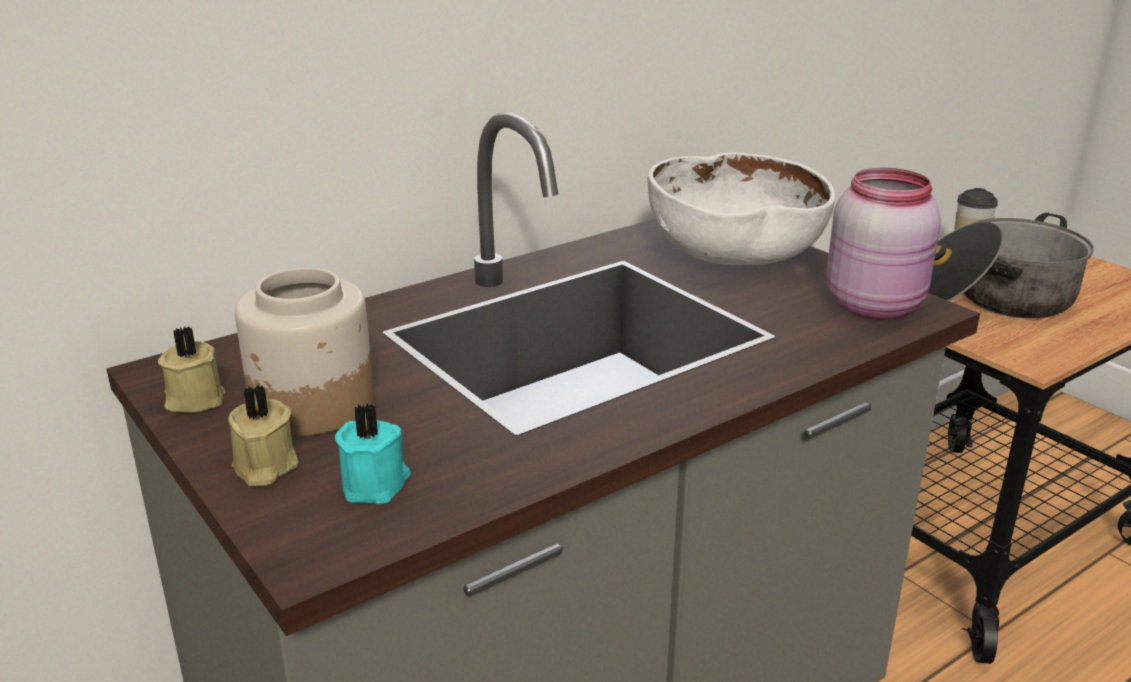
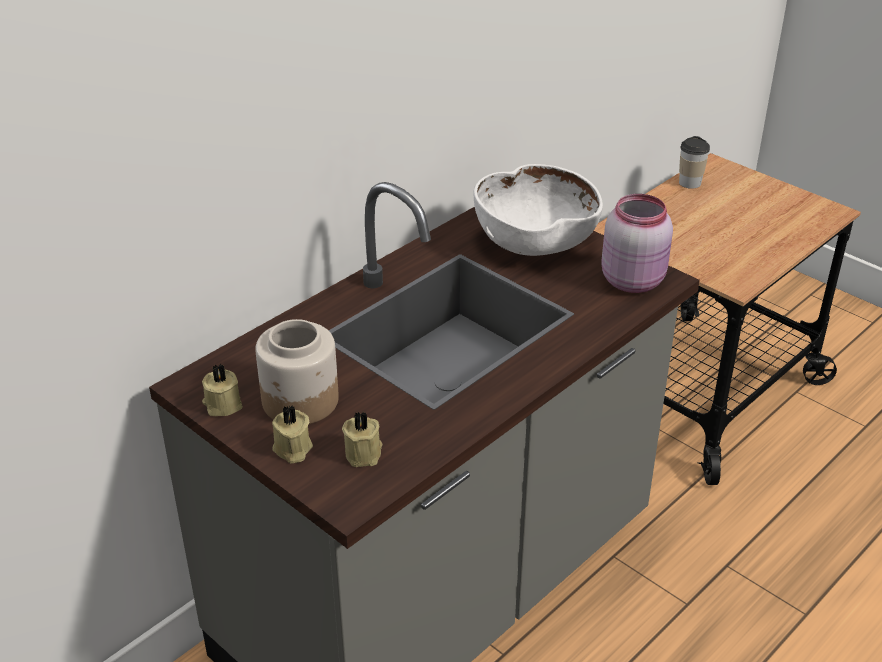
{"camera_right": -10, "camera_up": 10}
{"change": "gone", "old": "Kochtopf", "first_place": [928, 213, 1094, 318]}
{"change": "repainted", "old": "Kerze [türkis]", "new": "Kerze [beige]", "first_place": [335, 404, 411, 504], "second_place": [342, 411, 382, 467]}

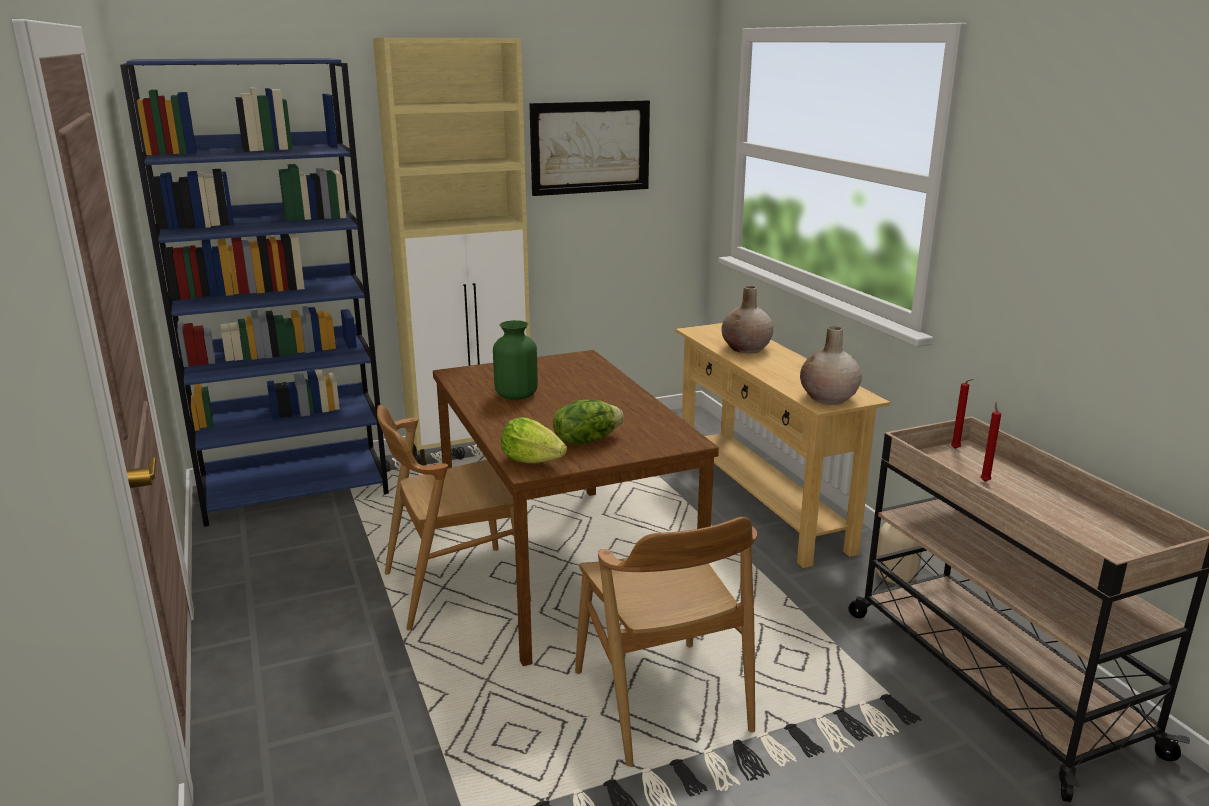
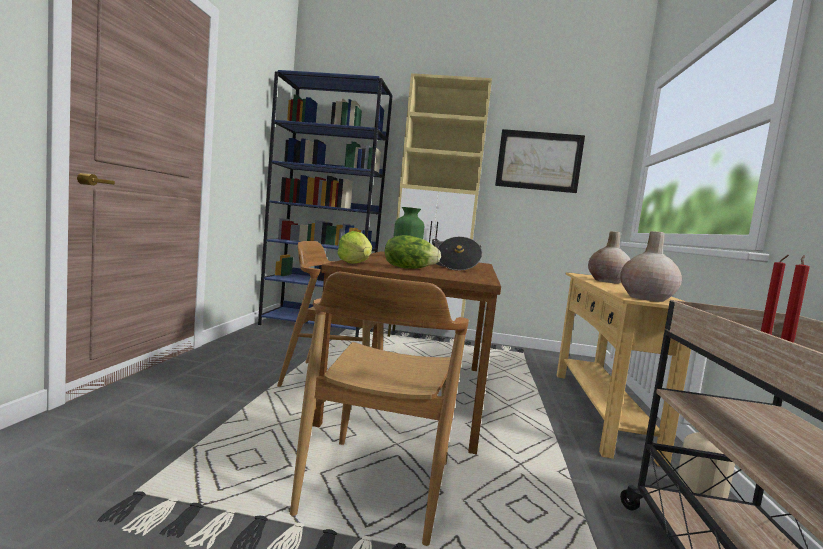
{"camera_right": 30, "camera_up": -15}
{"change": "new", "new": "Kochtopf", "second_place": [432, 237, 482, 271]}

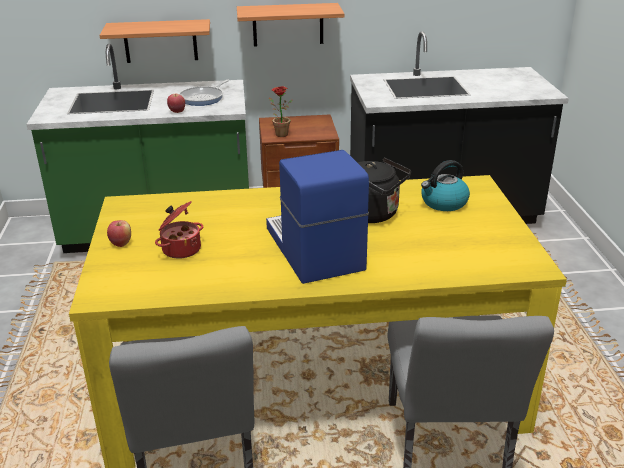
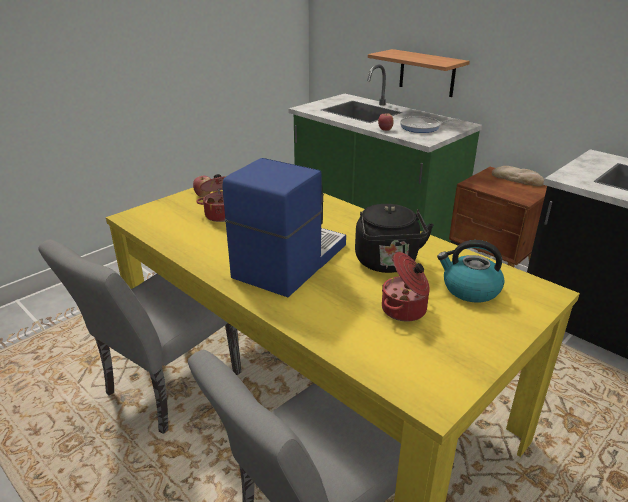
{"camera_right": 50, "camera_up": 0}
{"change": "gone", "old": "Wandregal", "first_place": [237, 3, 345, 47]}
{"change": "gone", "old": "Topfpflanze", "first_place": [269, 86, 293, 137]}
{"change": "new", "new": "Brot", "second_place": [492, 166, 544, 186]}
{"change": "new", "new": "Kochtopf", "second_place": [382, 252, 430, 322]}

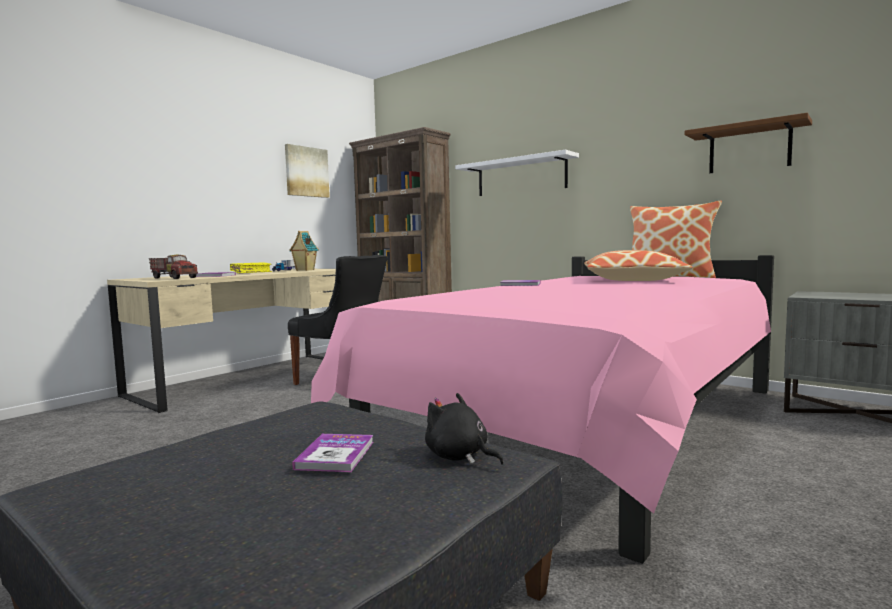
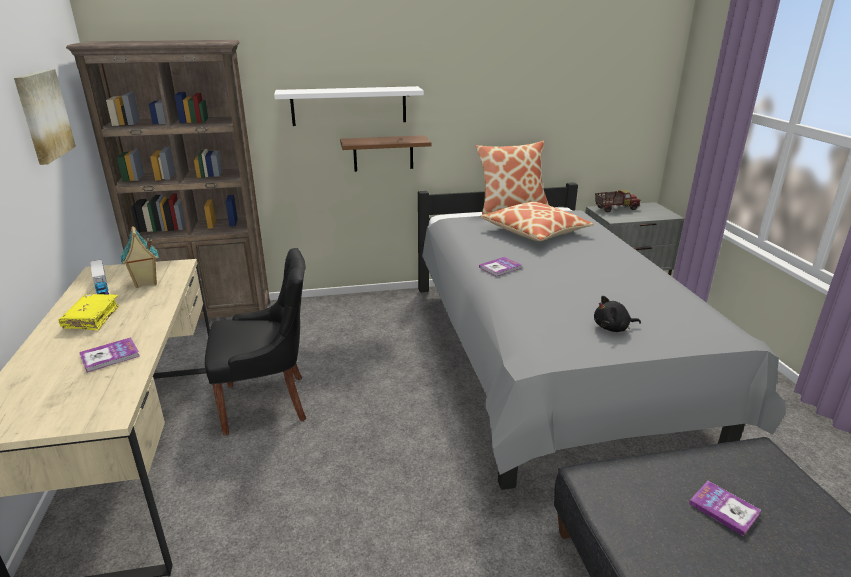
{"camera_right": -50, "camera_up": 20}
{"change": "shifted", "old": "Wandregal [braun]", "first_place": [685, 113, 812, 173], "second_place": [340, 135, 431, 172]}
{"change": "shifted", "old": "Spielzeuglaster", "first_place": [149, 254, 198, 279], "second_place": [595, 190, 640, 212]}
{"change": "repainted", "old": "Bett [rosa]", "new": "Bett [grau]", "first_place": [311, 255, 774, 564], "second_place": [418, 182, 786, 490]}
{"change": "shifted", "old": "Plüschtier [schwarz]", "first_place": [425, 393, 504, 465], "second_place": [594, 296, 641, 332]}

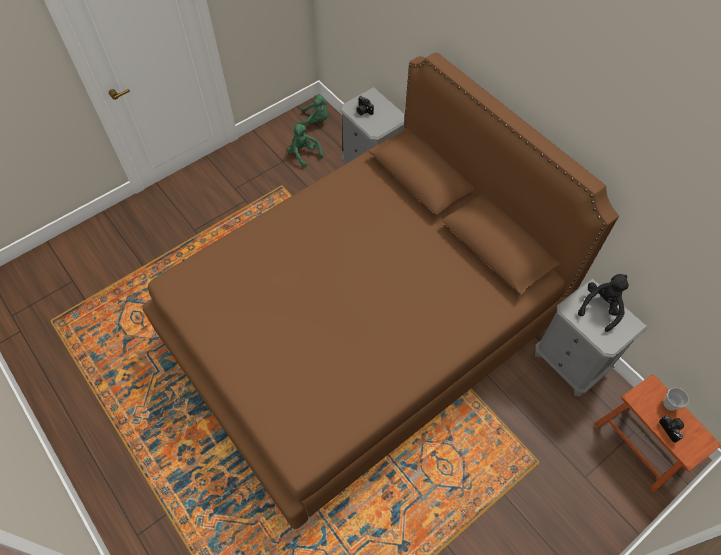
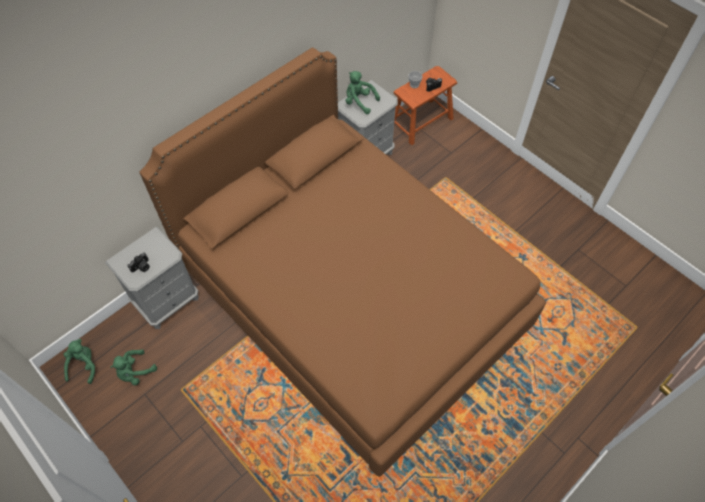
{"camera_right": -95, "camera_up": 0}
{"change": "repainted", "old": "Plüschtier [schwarz]", "new": "Plüschtier [grün]", "first_place": [578, 274, 629, 332], "second_place": [345, 71, 380, 114]}

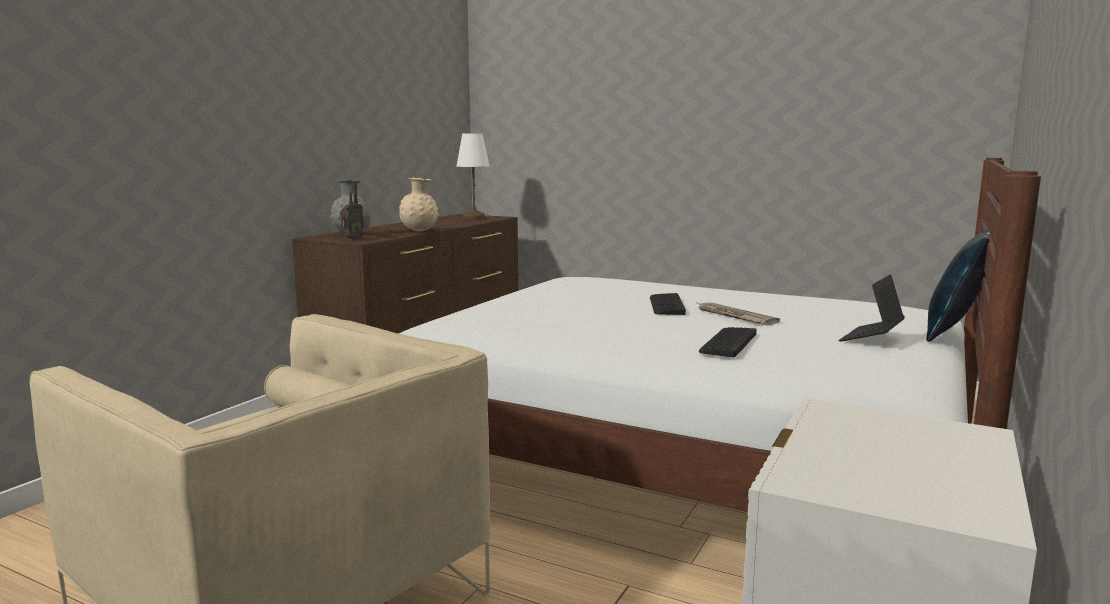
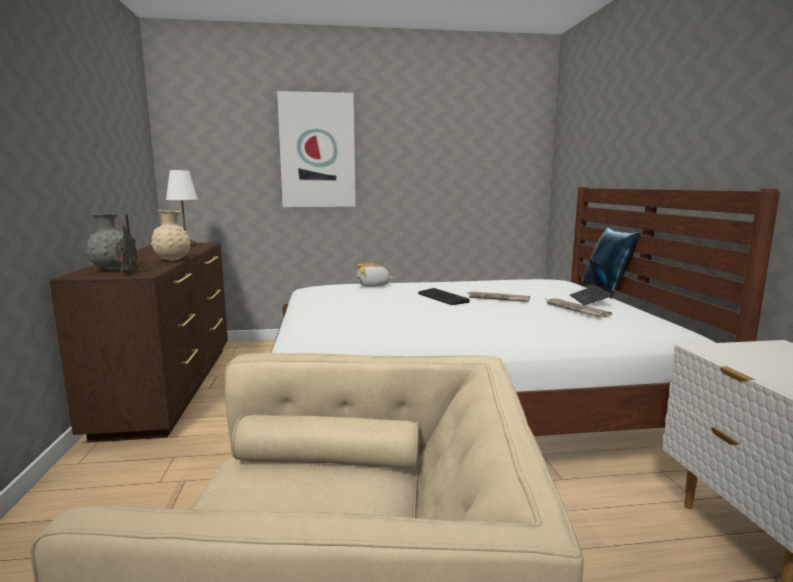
{"camera_right": -35, "camera_up": 0}
{"change": "gone", "old": "Tastatur", "first_place": [699, 327, 756, 357]}
{"change": "new", "new": "Bild", "second_place": [277, 91, 356, 207]}
{"change": "new", "new": "Plüschtier", "second_place": [357, 263, 394, 287]}
{"change": "new", "new": "Zeitung", "second_place": [546, 298, 612, 318]}

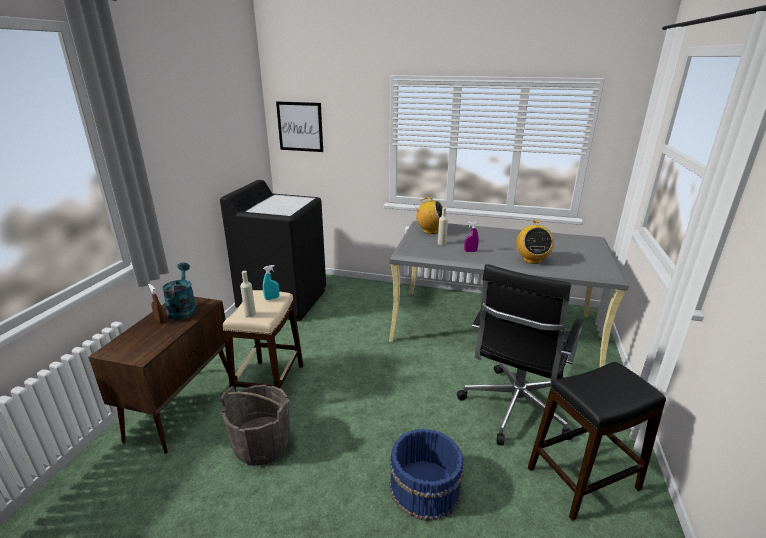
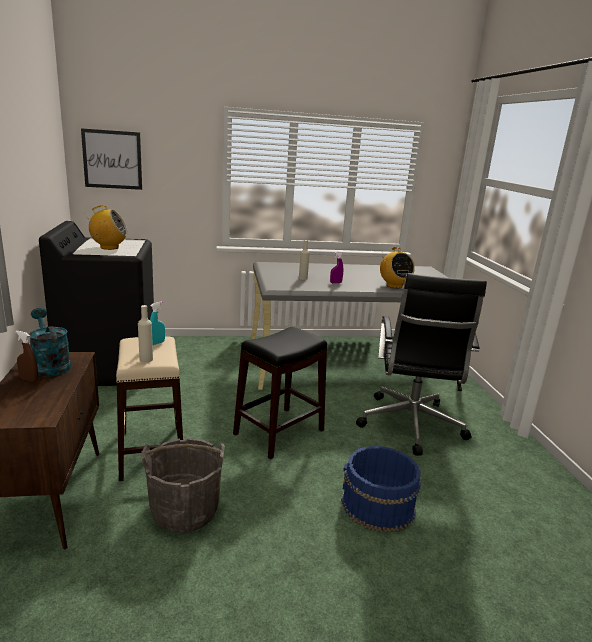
{"camera_right": -25, "camera_up": -5}
{"change": "shifted", "old": "Radio", "first_place": [415, 197, 443, 234], "second_place": [85, 205, 128, 250]}
{"change": "shifted", "old": "Hocker [schwarz]", "first_place": [528, 362, 666, 521], "second_place": [233, 327, 327, 459]}

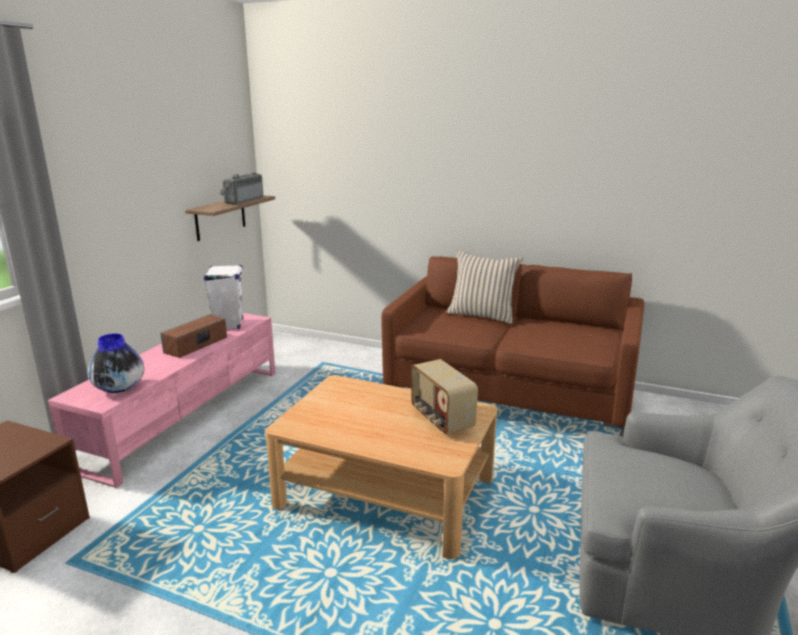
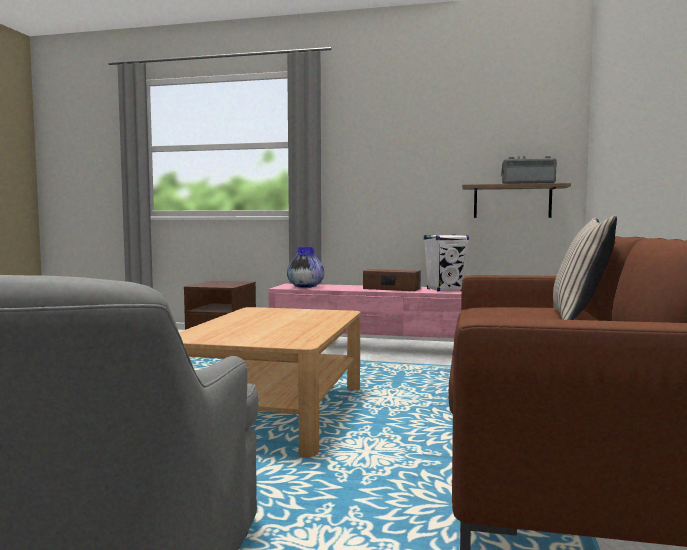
{"camera_right": 80, "camera_up": -15}
{"change": "gone", "old": "Radio", "first_place": [411, 359, 478, 434]}

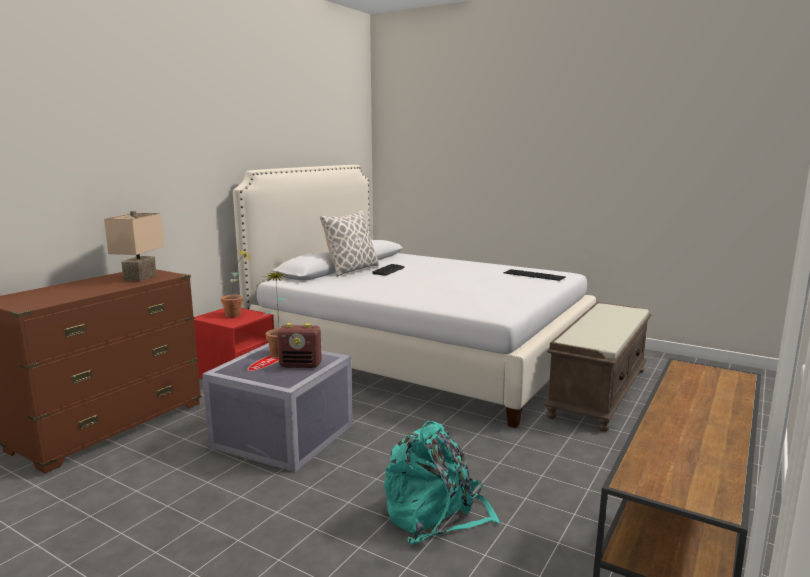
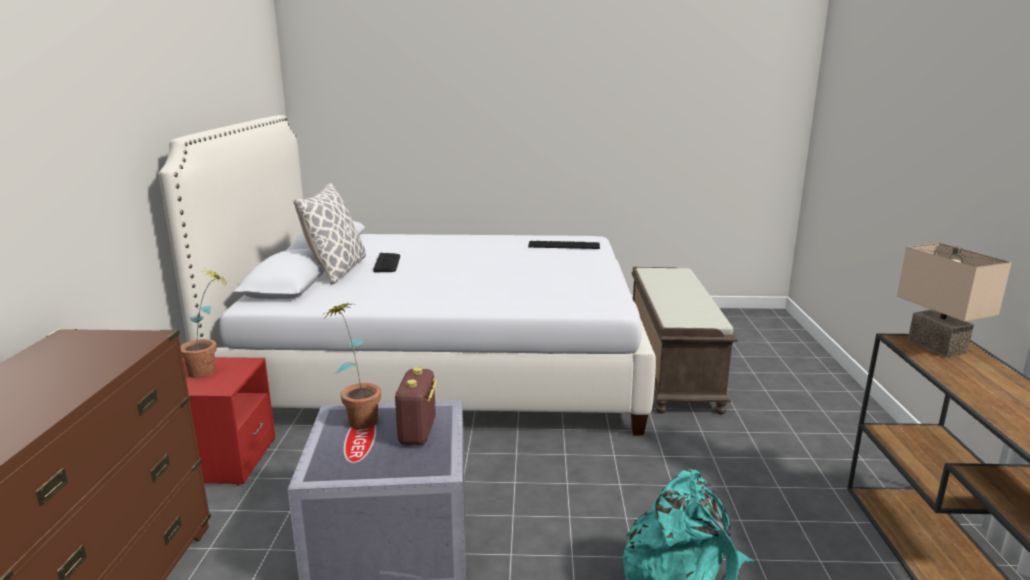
{"camera_right": -30, "camera_up": 5}
{"change": "shifted", "old": "Tischlampe [beige]", "first_place": [104, 211, 164, 282], "second_place": [897, 243, 1012, 357]}
{"change": "rotated", "old": "Radio", "first_place": [277, 323, 322, 368], "second_place": [395, 367, 437, 446], "degrees": 120}

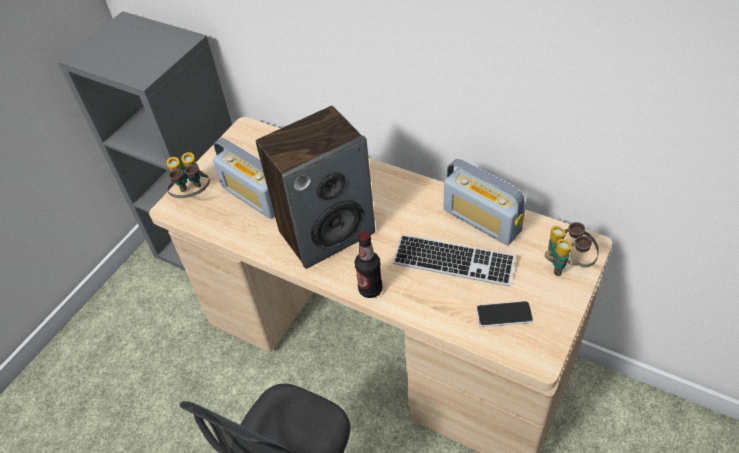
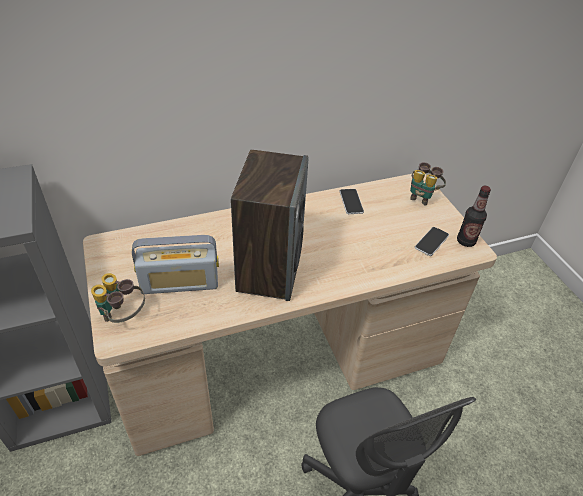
{"camera_right": -55, "camera_up": -5}
{"change": "swapped", "old": "Radio", "new": "Handy", "first_place": [444, 159, 526, 245], "second_place": [340, 189, 364, 214]}
{"change": "shifted", "old": "Flasche", "first_place": [355, 232, 383, 298], "second_place": [457, 186, 491, 247]}
{"change": "gone", "old": "Tastatur", "first_place": [393, 234, 516, 287]}

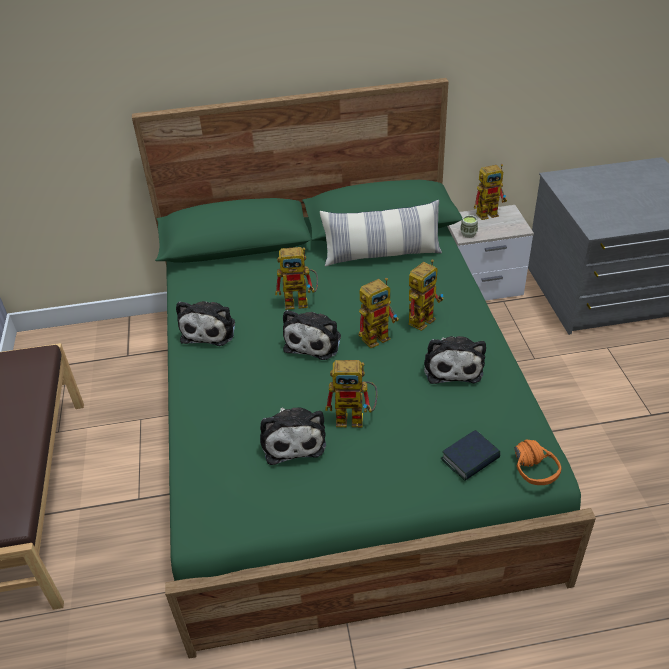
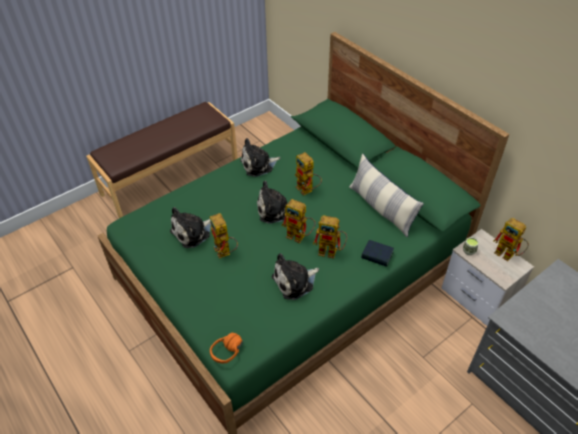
{"camera_right": 60, "camera_up": 5}
{"change": "shifted", "old": "Buch", "first_place": [441, 430, 500, 481], "second_place": [361, 240, 394, 267]}

